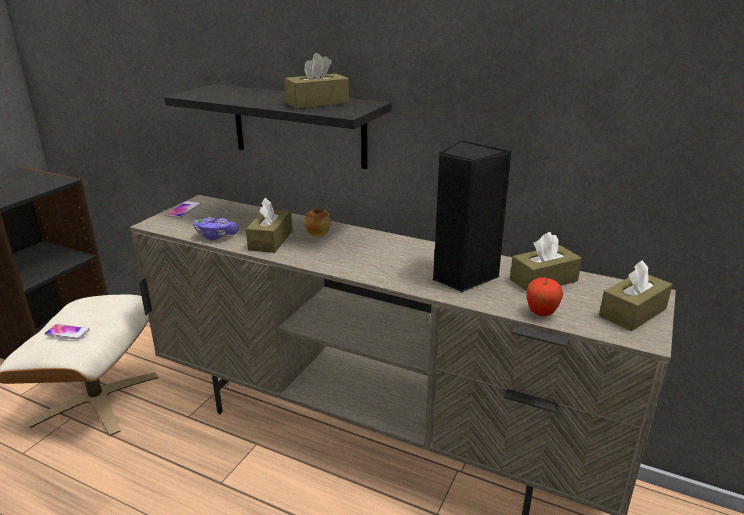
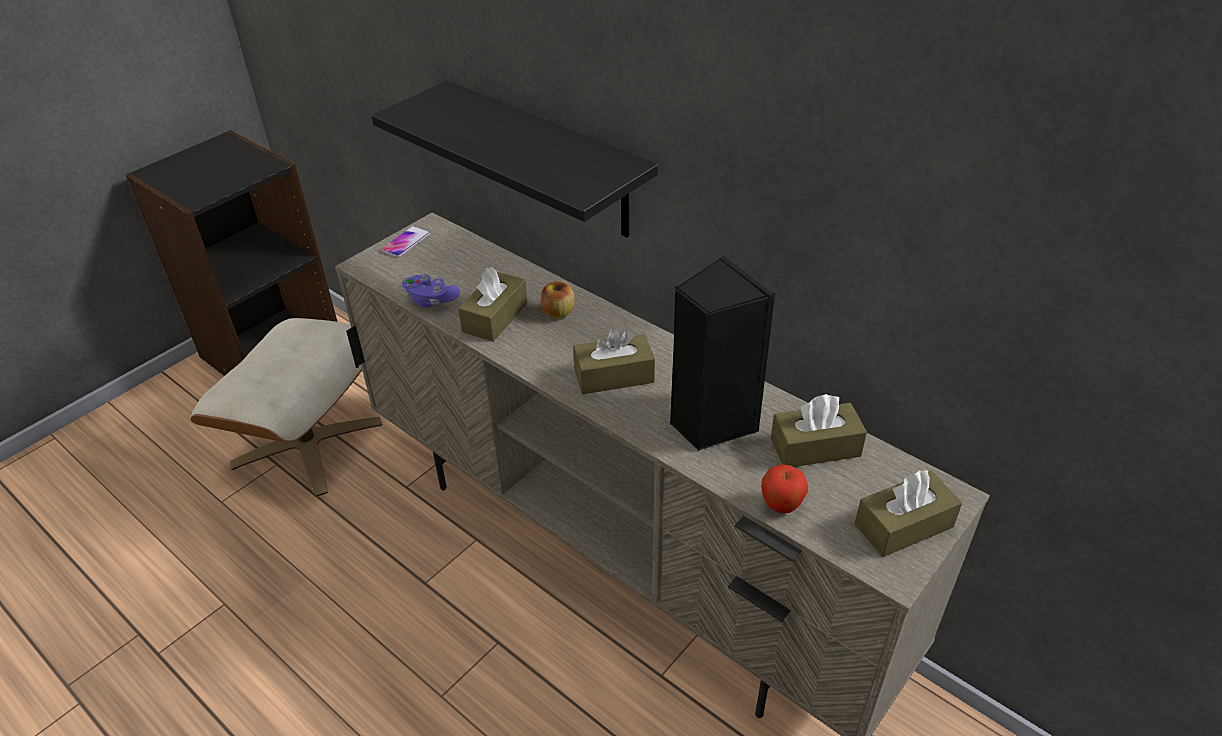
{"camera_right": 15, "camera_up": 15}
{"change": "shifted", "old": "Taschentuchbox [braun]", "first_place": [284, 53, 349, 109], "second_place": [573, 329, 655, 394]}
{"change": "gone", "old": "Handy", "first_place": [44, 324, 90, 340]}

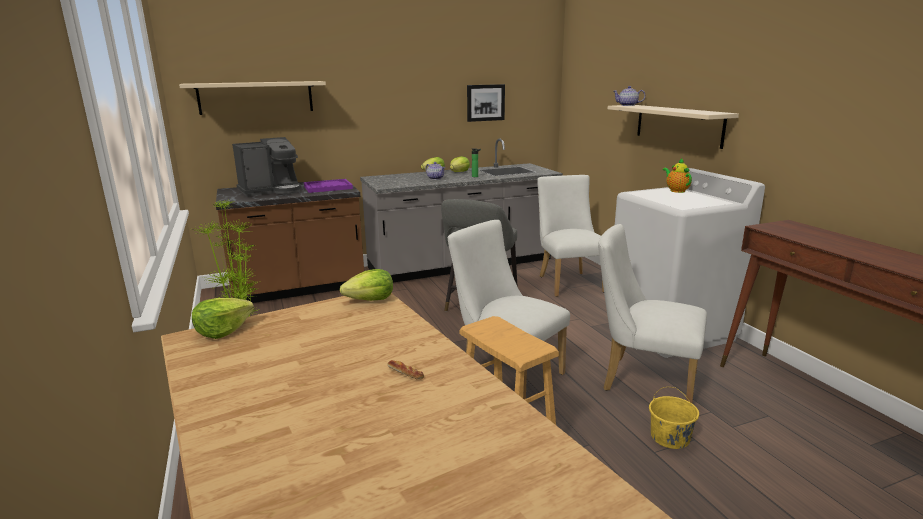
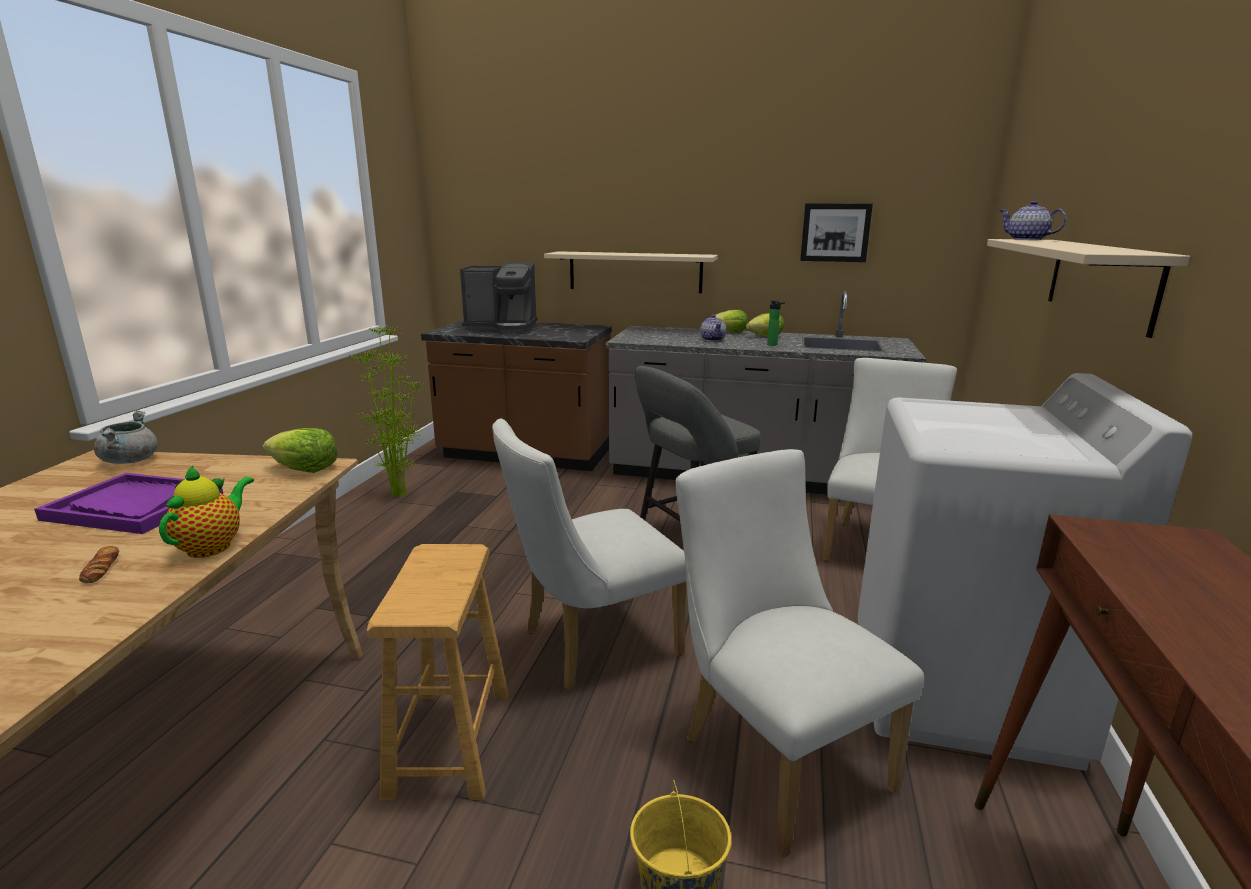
{"camera_right": 35, "camera_up": 0}
{"change": "shifted", "old": "Wandregal [beige]", "first_place": [179, 81, 326, 115], "second_place": [544, 251, 718, 293]}
{"change": "shifted", "old": "Teekanne", "first_place": [663, 158, 692, 193], "second_place": [159, 465, 254, 558]}
{"change": "shifted", "old": "Tablett [lila]", "first_place": [304, 179, 353, 193], "second_place": [34, 473, 223, 534]}
{"change": "rotated", "old": "Stuhl [weiß]", "first_place": [448, 220, 570, 399], "second_place": [492, 419, 686, 690], "degrees": -105}
{"change": "swapped", "old": "Salatkopf", "new": "Kochtopf [grau]", "first_place": [192, 298, 254, 339], "second_place": [94, 411, 158, 464]}

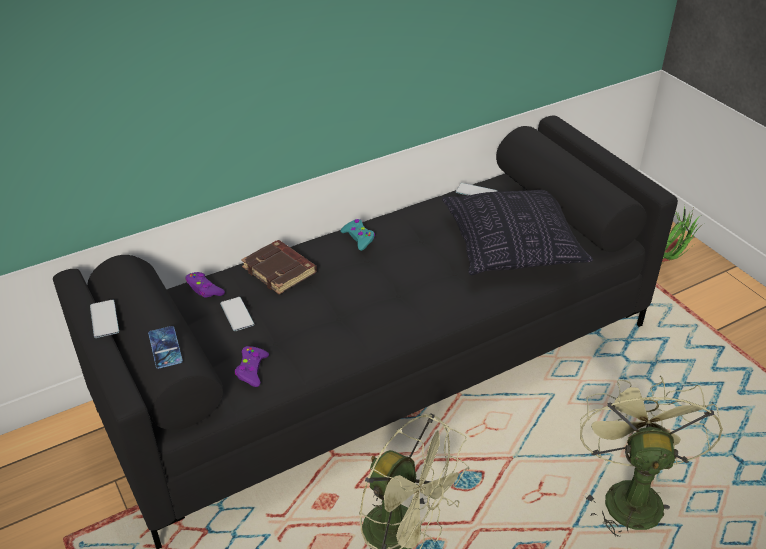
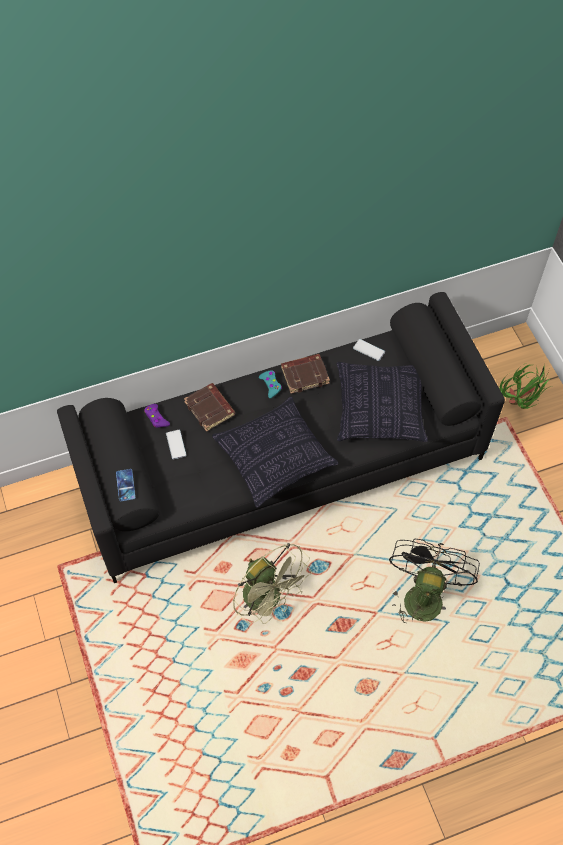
{"camera_right": 10, "camera_up": 20}
{"change": "gone", "old": "Handy", "first_place": [90, 300, 119, 338]}
{"change": "gone", "old": "Gamepad [lila]", "first_place": [235, 346, 269, 387]}
{"change": "repainted", "old": "Ventilator [grün]", "new": "Ventilator [schwarz]", "first_place": [580, 376, 723, 536], "second_place": [389, 539, 480, 623]}
{"change": "new", "new": "Buch [braun]", "second_place": [281, 354, 330, 394]}
{"change": "new", "new": "Kissen", "second_place": [212, 397, 339, 508]}

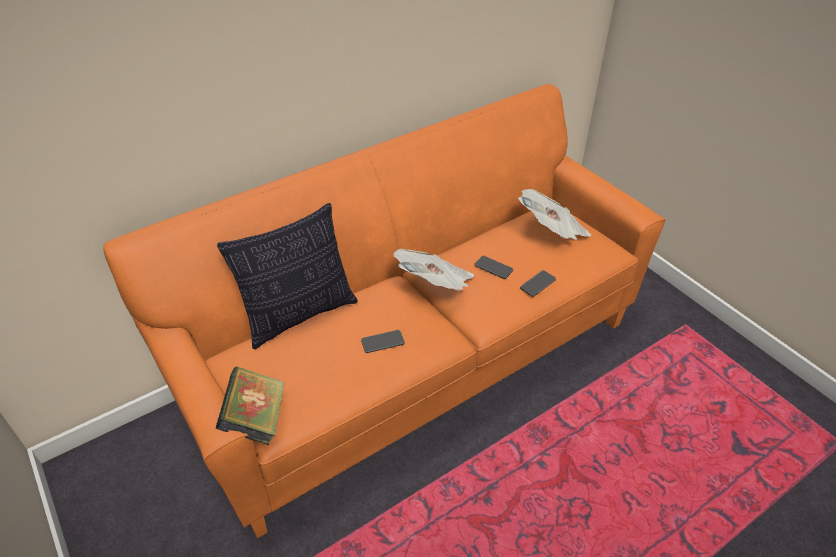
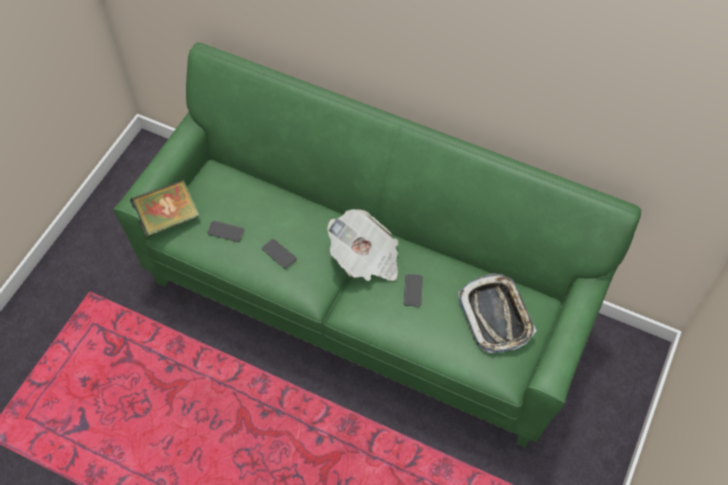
{"camera_right": 60, "camera_up": 15}
{"change": "repainted", "old": "Sofa [orange]", "new": "Sofa [grün]", "first_place": [103, 84, 666, 538], "second_place": [113, 42, 641, 448]}
{"change": "swapped", "old": "Zeitung", "new": "Tablett", "first_place": [518, 189, 591, 240], "second_place": [458, 273, 537, 354]}
{"change": "gone", "old": "Kissen", "first_place": [217, 203, 358, 349]}
{"change": "shifted", "old": "Handy", "first_place": [520, 270, 556, 297], "second_place": [207, 221, 244, 242]}

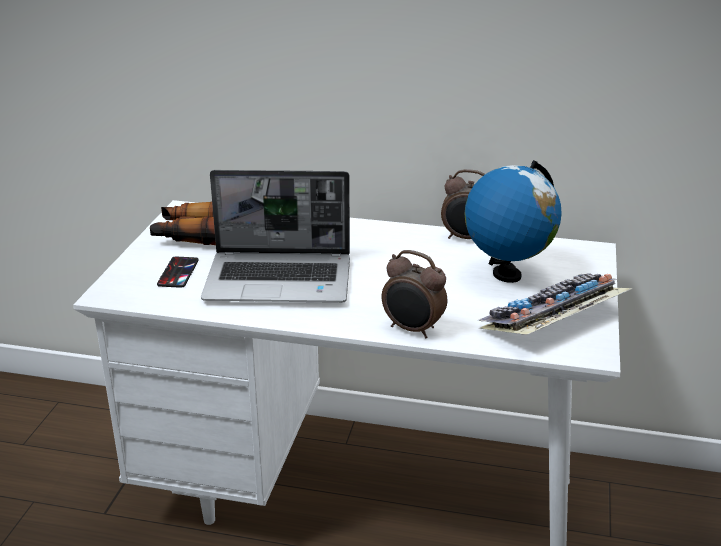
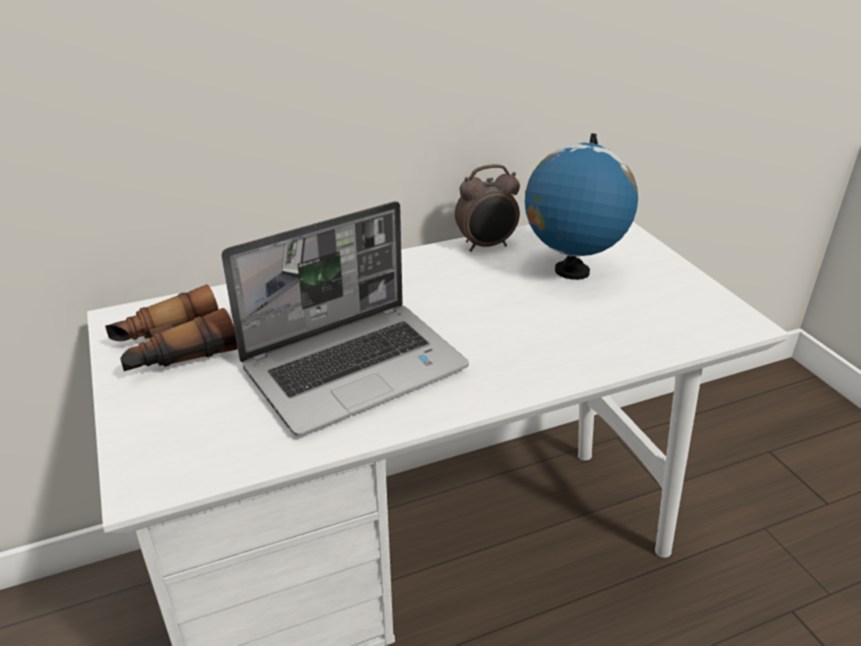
{"camera_right": -35, "camera_up": 5}
{"change": "gone", "old": "Wecker", "first_place": [381, 250, 447, 338]}
{"change": "gone", "old": "Handy", "first_place": [157, 257, 199, 288]}
{"change": "gone", "old": "Tastatur", "first_place": [478, 273, 632, 335]}

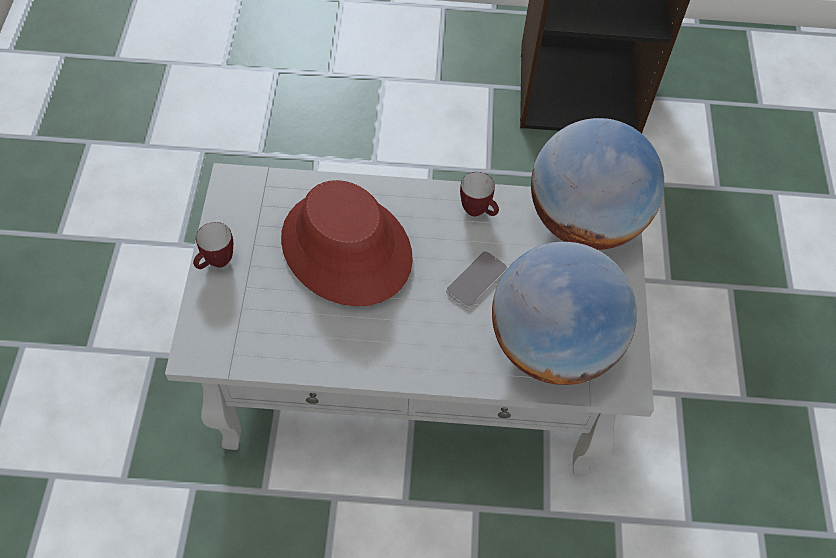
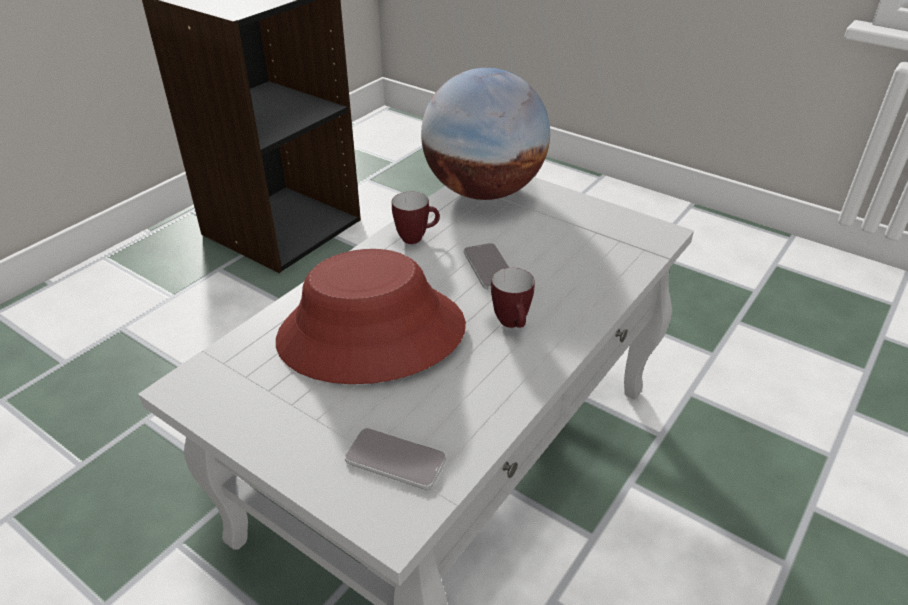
{"camera_right": -55, "camera_up": -20}
{"change": "shifted", "old": "Henkelbecher", "first_place": [193, 222, 233, 269], "second_place": [491, 268, 535, 328]}
{"change": "gone", "old": "Globus", "first_place": [492, 242, 637, 385]}
{"change": "new", "new": "Handy", "second_place": [345, 428, 446, 489]}

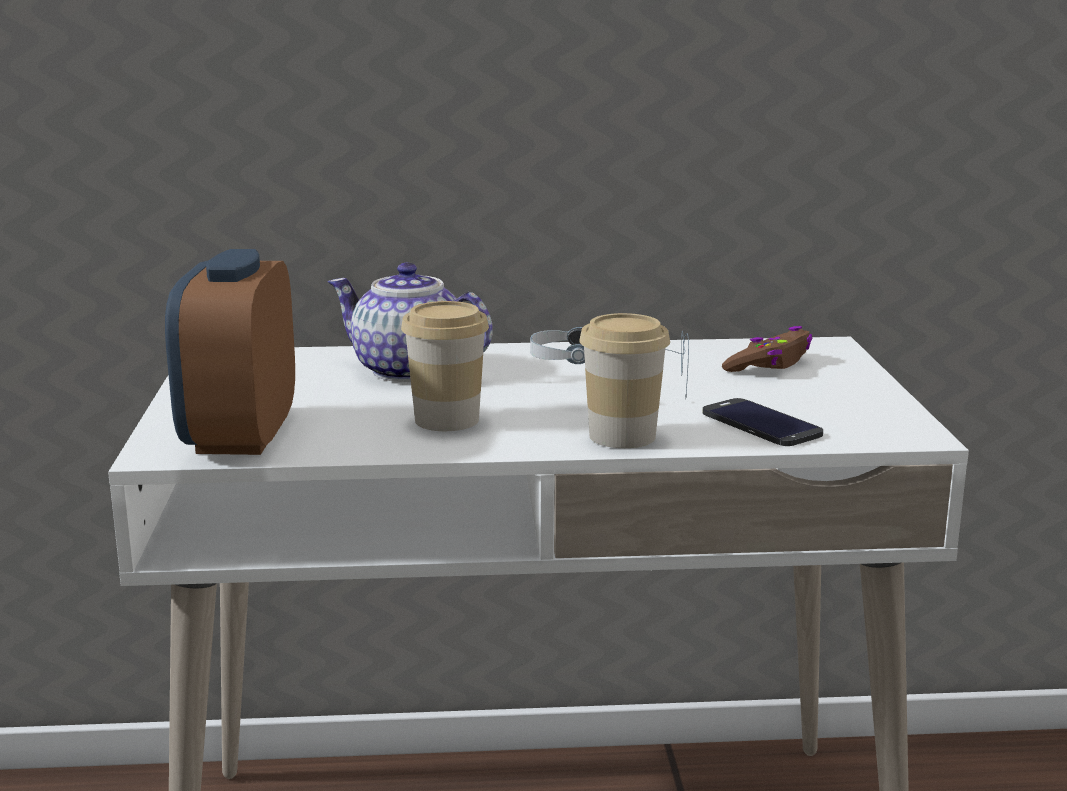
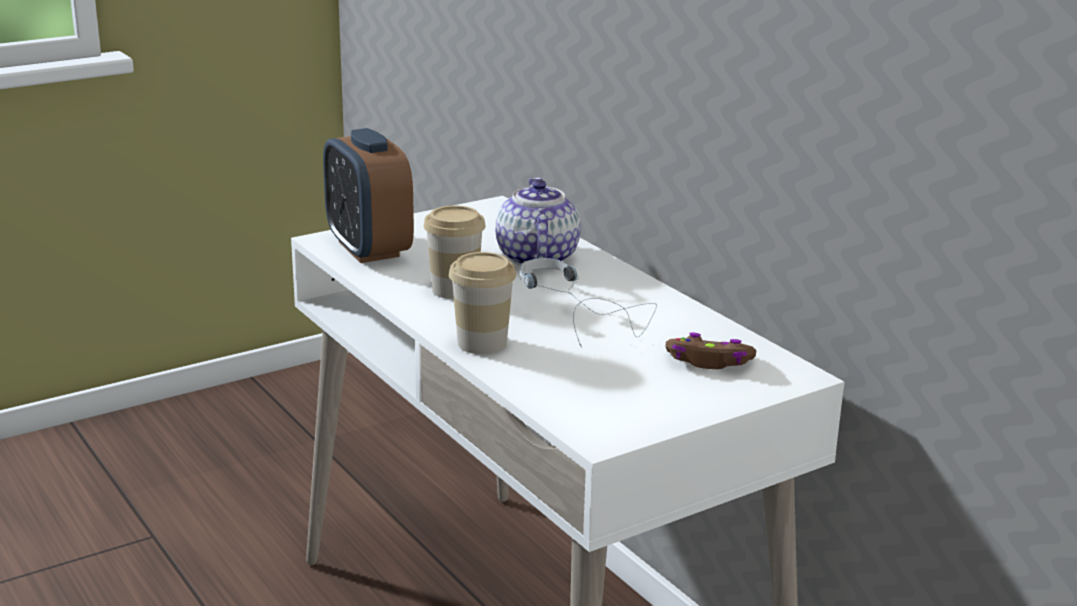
{"camera_right": 60, "camera_up": 5}
{"change": "rotated", "old": "Wecker", "first_place": [165, 249, 295, 455], "second_place": [323, 128, 414, 263], "degrees": -90}
{"change": "gone", "old": "Handy", "first_place": [702, 398, 823, 446]}

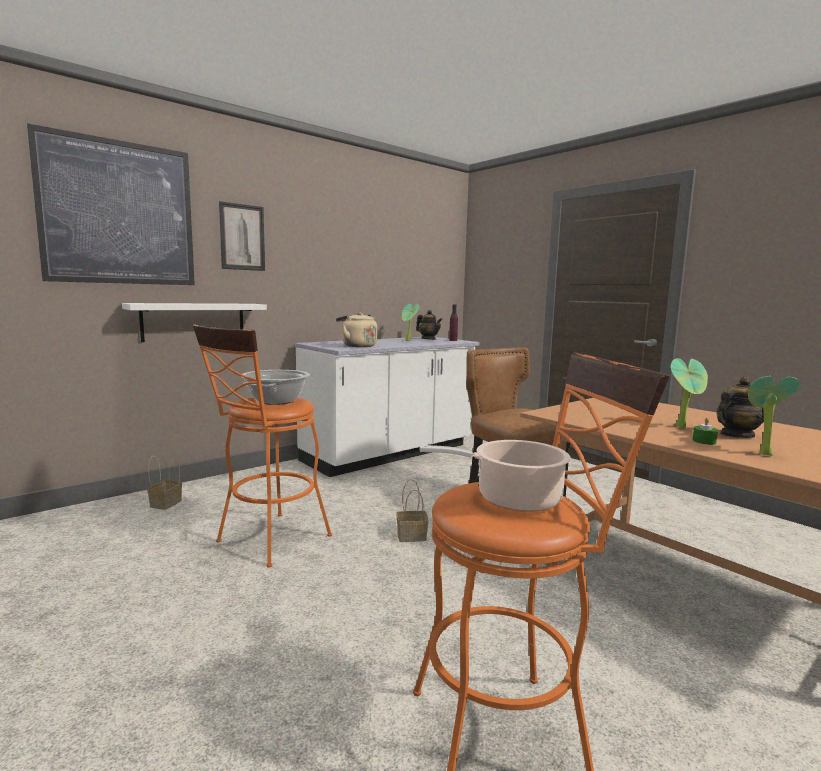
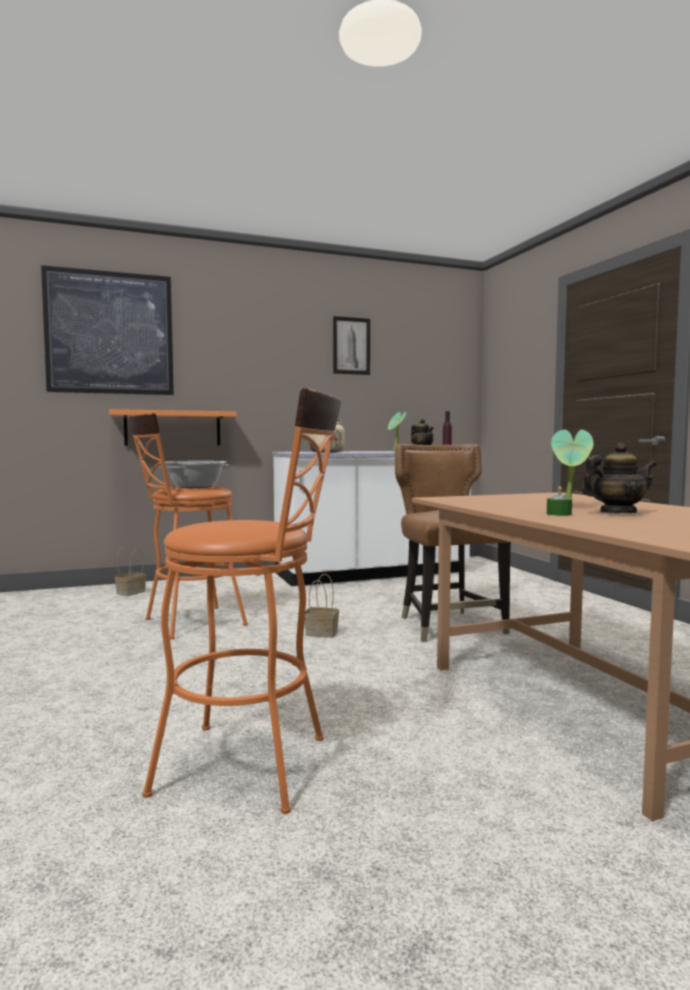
{"camera_right": 20, "camera_up": -5}
{"change": "shifted", "old": "Bild", "first_place": [219, 201, 265, 271], "second_place": [333, 316, 370, 375]}
{"change": "repainted", "old": "Wandregal [weiß]", "new": "Wandregal [orange]", "first_place": [122, 303, 267, 342], "second_place": [109, 409, 237, 446]}
{"change": "gone", "old": "Topfpflanze", "first_place": [748, 376, 800, 456]}
{"change": "gone", "old": "Kochtopf", "first_place": [419, 440, 570, 512]}

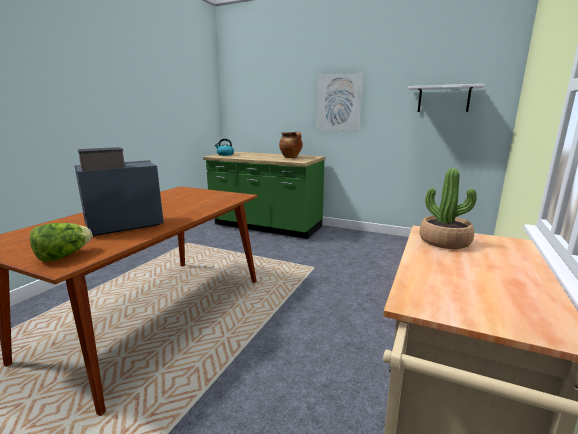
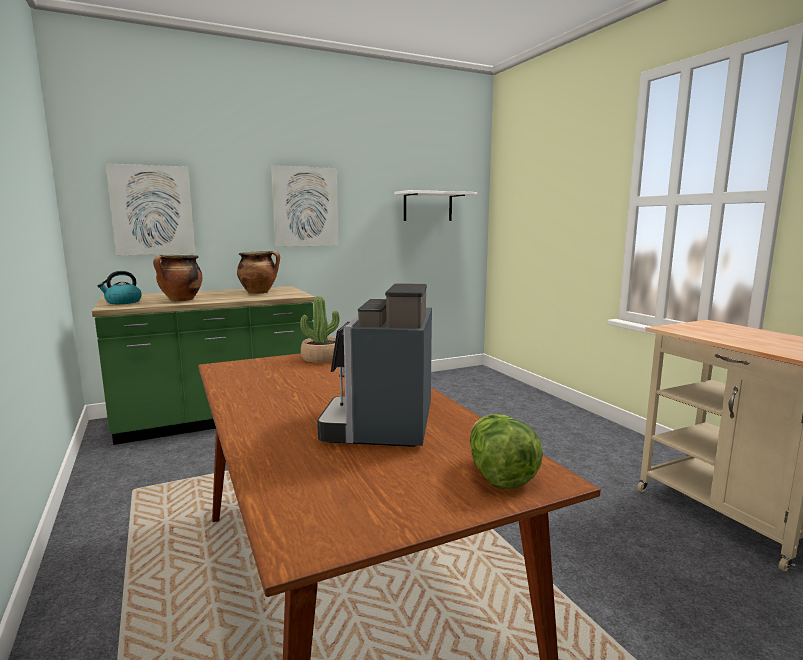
{"camera_right": -50, "camera_up": -5}
{"change": "shifted", "old": "Topfpflanze", "first_place": [420, 168, 476, 249], "second_place": [300, 296, 340, 363]}
{"change": "new", "new": "Bild", "second_place": [106, 163, 195, 255]}
{"change": "new", "new": "Kochtopf", "second_place": [153, 255, 202, 301]}

